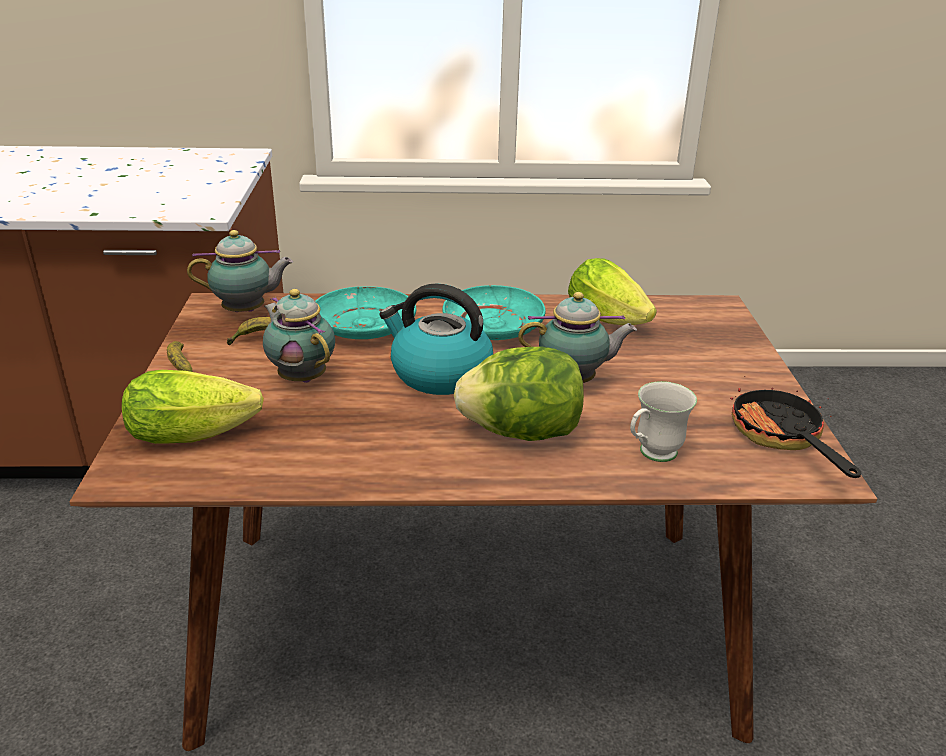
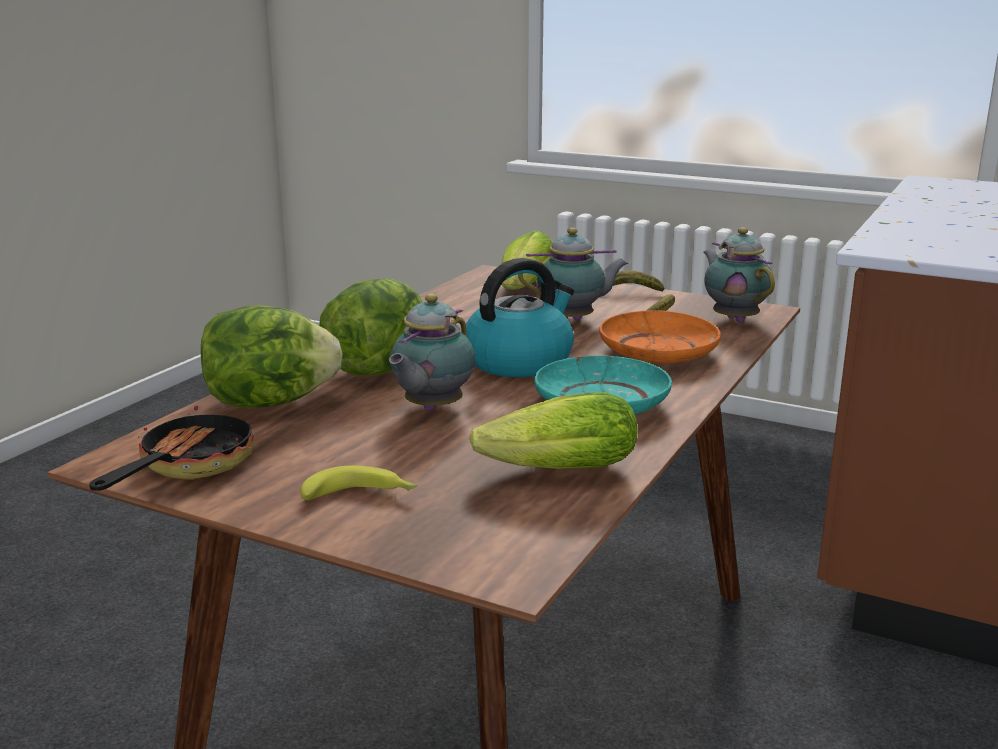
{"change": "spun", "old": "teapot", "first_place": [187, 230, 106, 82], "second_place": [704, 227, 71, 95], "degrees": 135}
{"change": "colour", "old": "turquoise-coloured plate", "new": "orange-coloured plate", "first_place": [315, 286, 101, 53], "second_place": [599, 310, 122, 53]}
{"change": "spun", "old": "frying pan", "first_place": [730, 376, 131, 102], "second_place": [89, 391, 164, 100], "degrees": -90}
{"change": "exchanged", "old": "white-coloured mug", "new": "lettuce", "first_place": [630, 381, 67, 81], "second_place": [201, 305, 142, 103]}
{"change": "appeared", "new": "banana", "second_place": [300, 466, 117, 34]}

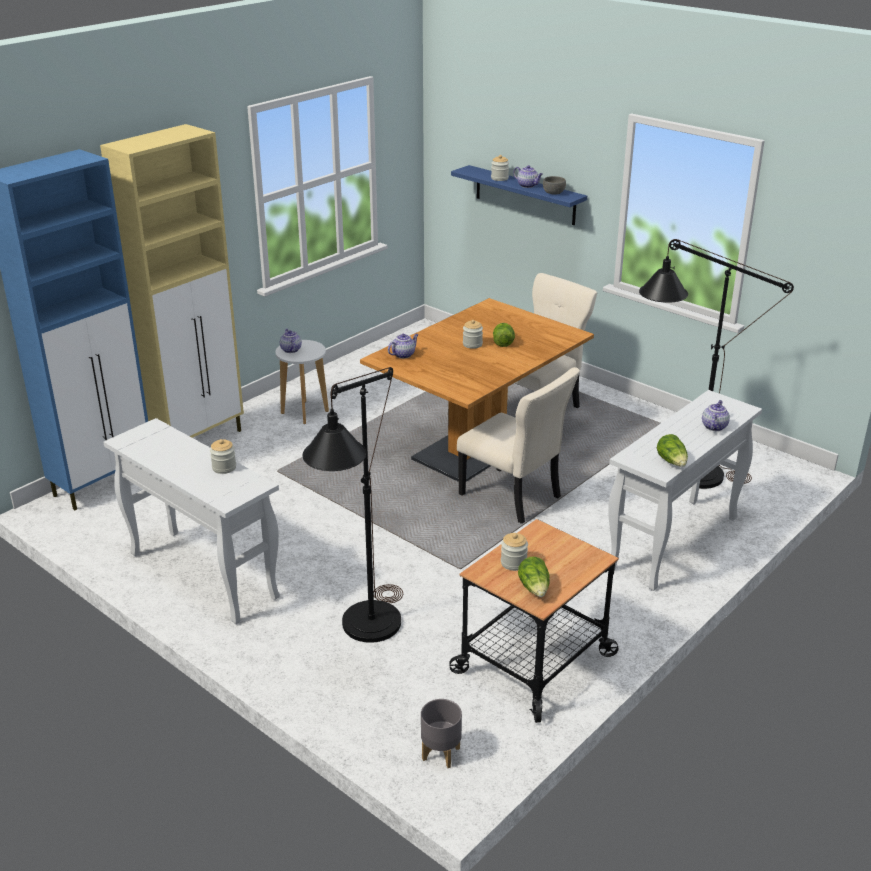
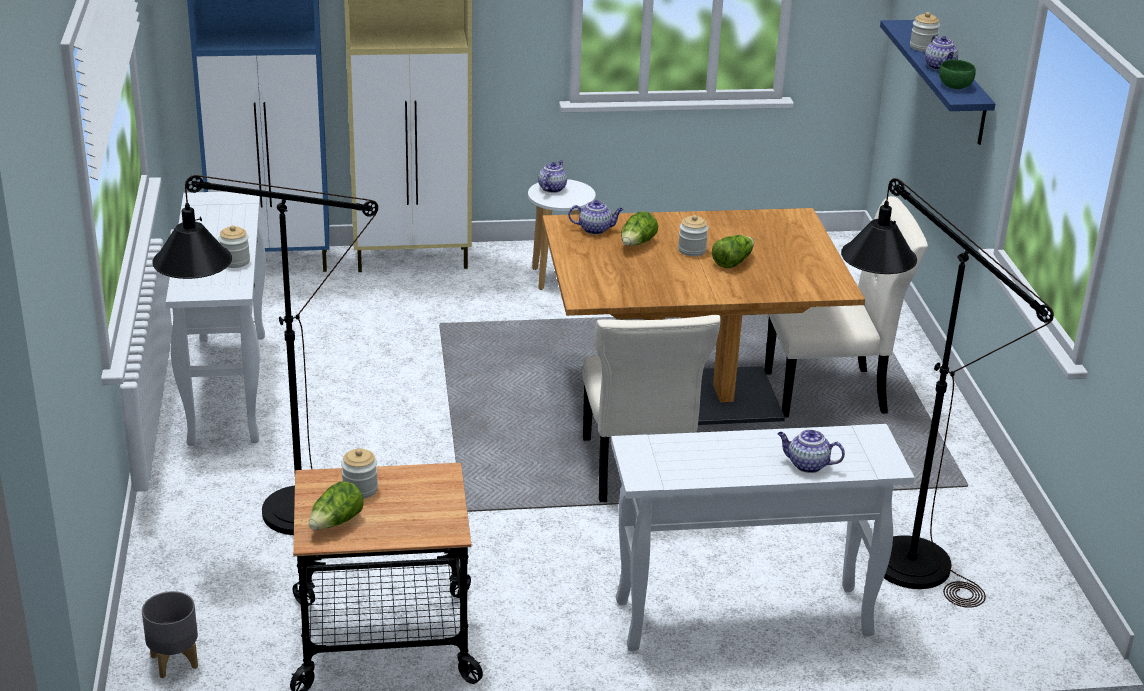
{"change": "colour", "old": "gray serving bowl", "new": "green-coloured serving bowl", "first_place": [543, 176, 23, 18], "second_place": [939, 60, 37, 29]}
{"change": "spun", "old": "teapot", "first_place": [702, 400, 28, 31], "second_place": [777, 430, 68, 43], "degrees": -135}
{"change": "relocated", "old": "lettuce", "first_place": [657, 434, 31, 33], "second_place": [621, 211, 37, 35]}

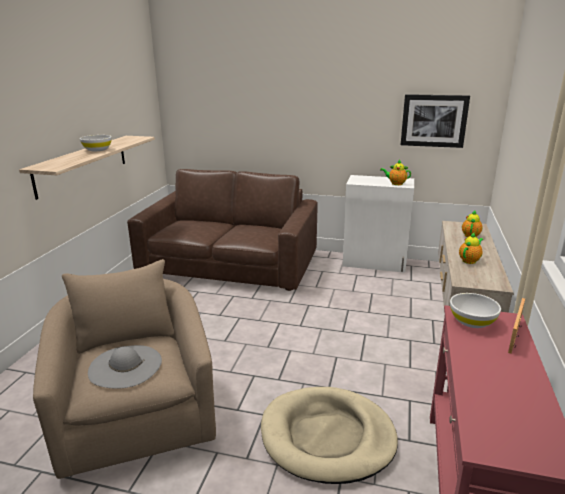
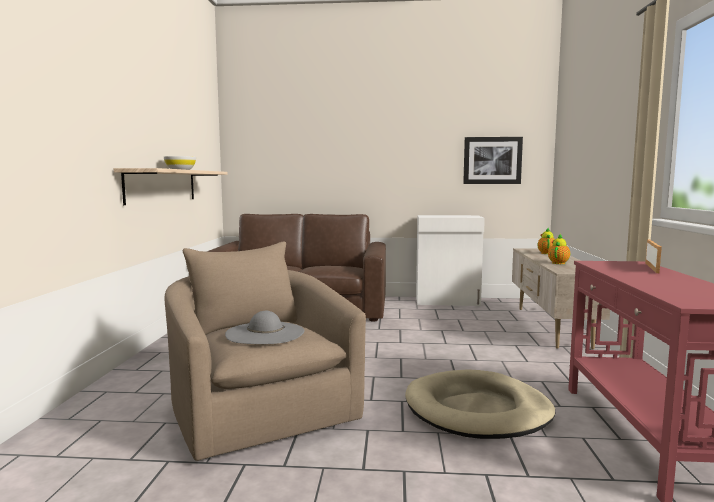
{"change": "missing", "old": "teapot", "first_place": [380, 160, 31, 25]}
{"change": "missing", "old": "white-coloured serving bowl", "first_place": [450, 293, 51, 35]}

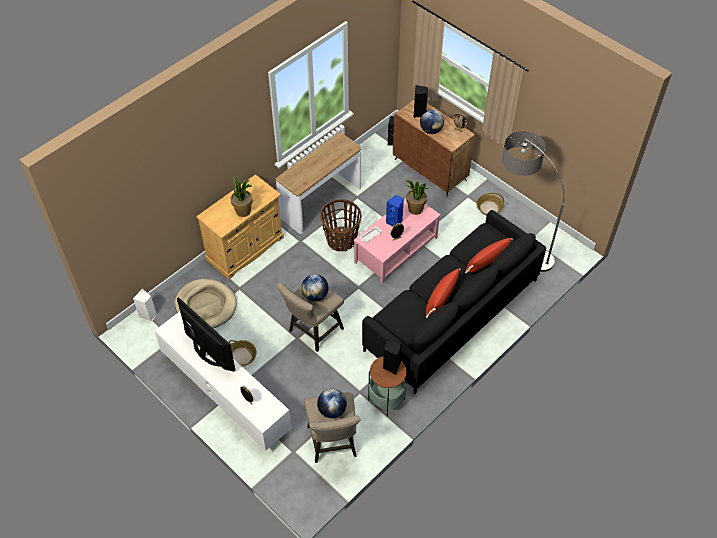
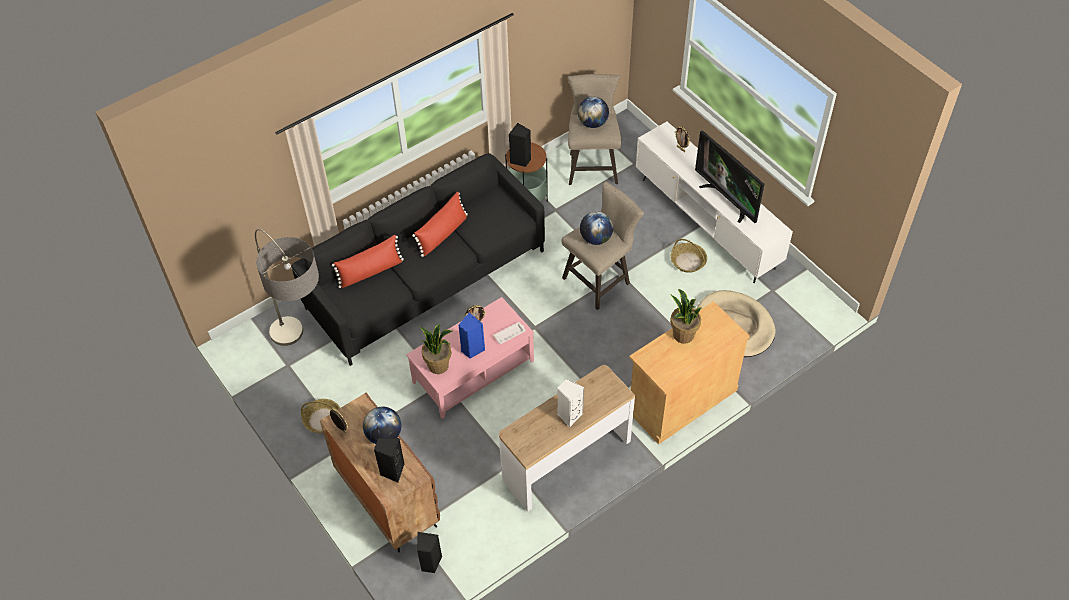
{"change": "missing", "old": "household basket", "first_place": [320, 199, 41, 52]}
{"change": "relocated", "old": "white-coloured loudspeaker", "first_place": [133, 289, 24, 33], "second_place": [558, 379, 26, 48]}

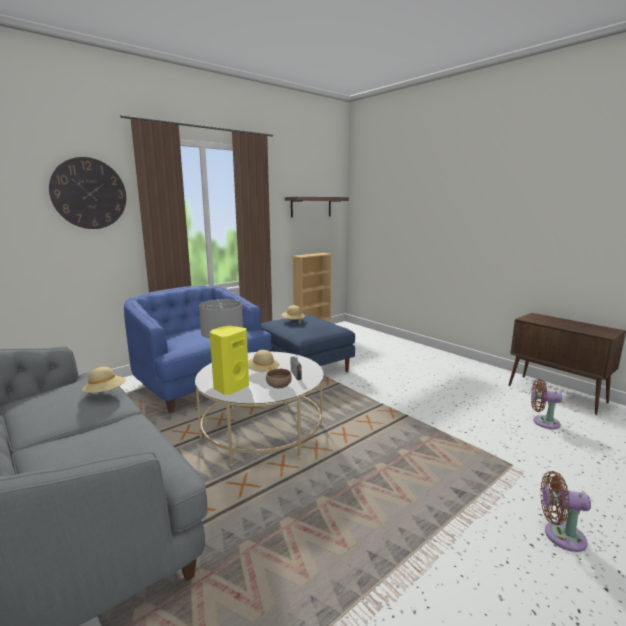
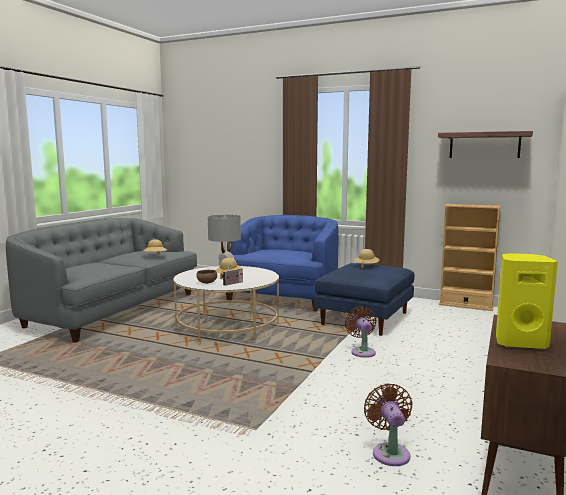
{"change": "missing", "old": "hanging clock", "first_place": [49, 157, 77, 72]}
{"change": "relocated", "old": "yellow-coloured loudspeaker", "first_place": [210, 326, 39, 69], "second_place": [496, 253, 62, 96]}
{"change": "relocated", "old": "brown electric fan", "first_place": [540, 471, 51, 81], "second_place": [345, 306, 31, 52]}

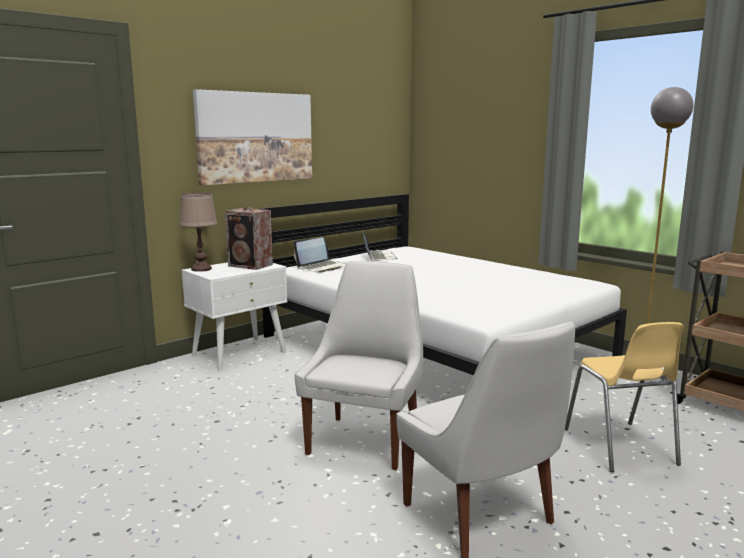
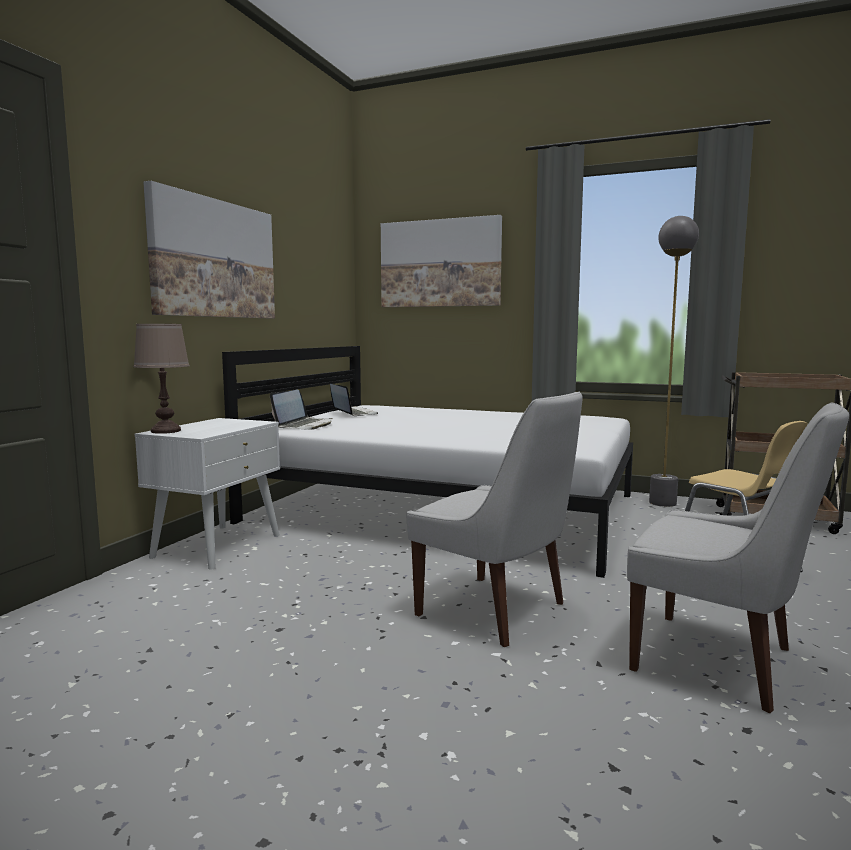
{"change": "missing", "old": "loudspeaker", "first_place": [225, 207, 48, 63]}
{"change": "spun", "old": "white-coloured chair", "first_place": [294, 261, 129, 209], "second_place": [407, 391, 176, 256], "degrees": 135}
{"change": "appeared", "new": "wall picture", "second_place": [381, 215, 121, 92]}

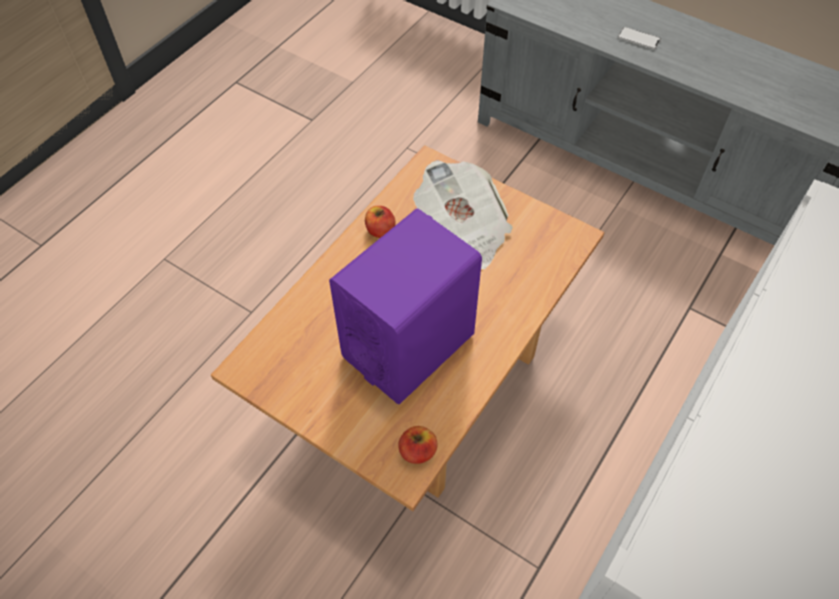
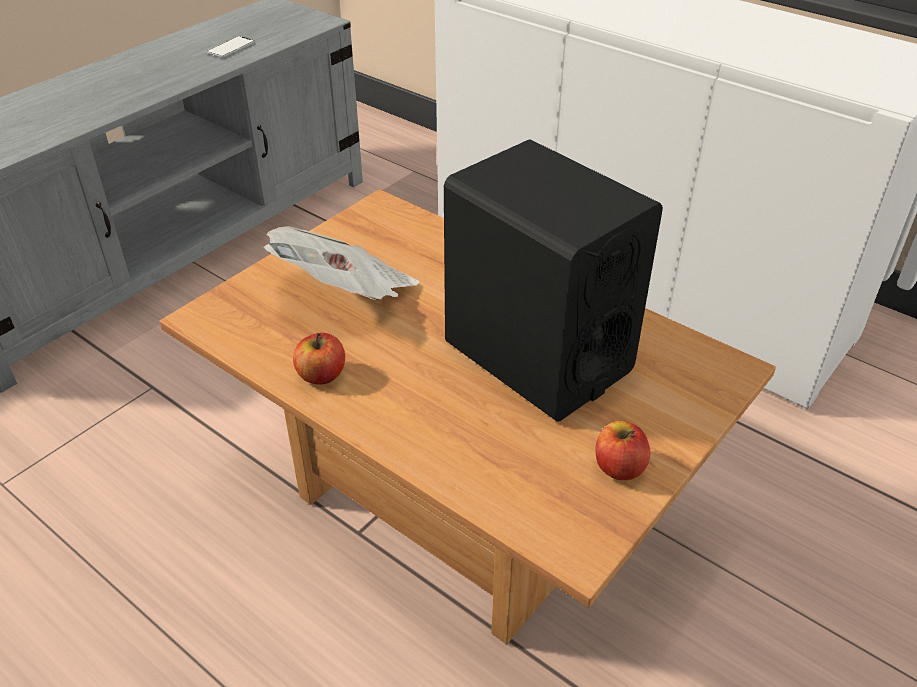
{"change": "relocated", "old": "handset", "first_place": [617, 27, 44, 23], "second_place": [206, 36, 49, 22]}
{"change": "colour", "old": "purple-coloured loudspeaker", "new": "black loudspeaker", "first_place": [329, 209, 153, 195], "second_place": [444, 140, 219, 282]}
{"change": "relocated", "old": "whole apple", "first_place": [398, 426, 39, 38], "second_place": [596, 421, 54, 59]}

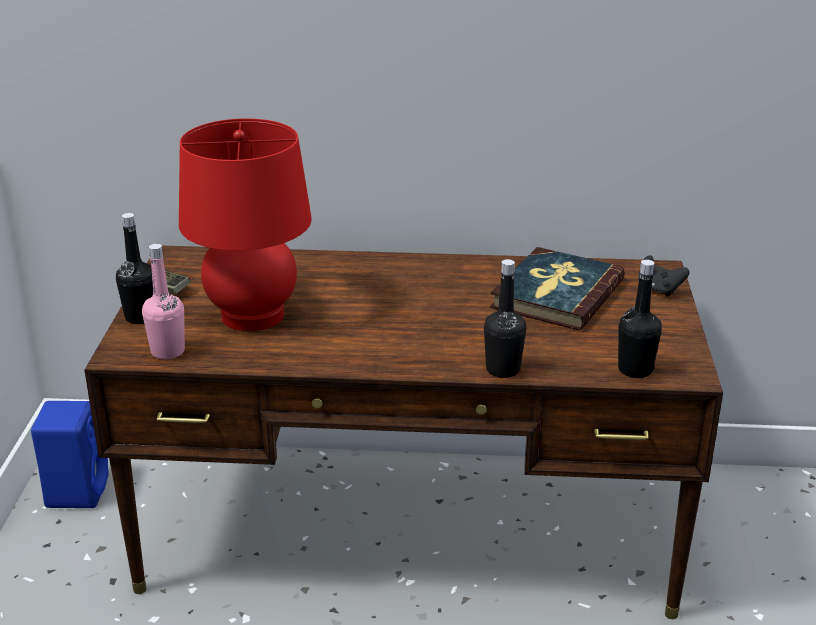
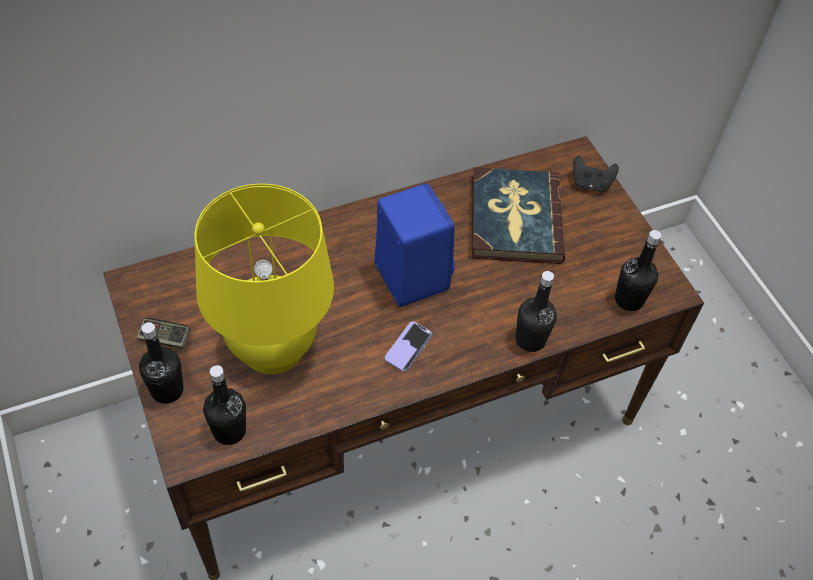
{"change": "colour", "old": "red lamp for a table", "new": "yellow-coloured lamp for a table", "first_place": [179, 118, 133, 213], "second_place": [194, 184, 140, 190]}
{"change": "colour", "old": "pinkish bottle", "new": "black bottle", "first_place": [142, 244, 43, 116], "second_place": [203, 365, 43, 80]}
{"change": "relocated", "old": "blue-coloured loudspeaker", "first_place": [31, 401, 78, 107], "second_place": [375, 183, 80, 124]}
{"change": "appeared", "new": "handset", "second_place": [385, 321, 47, 51]}

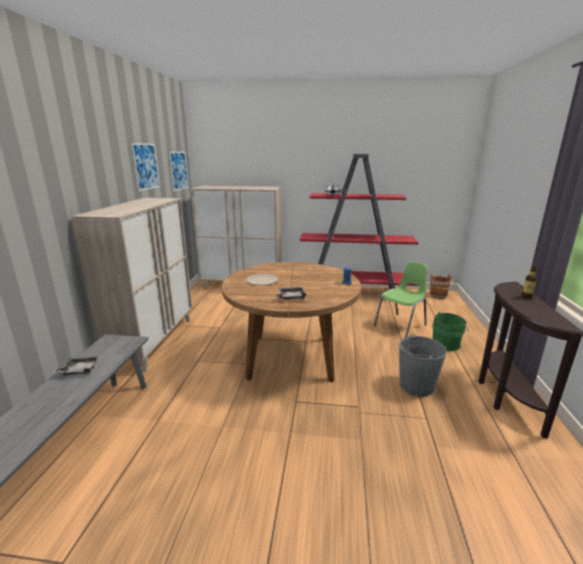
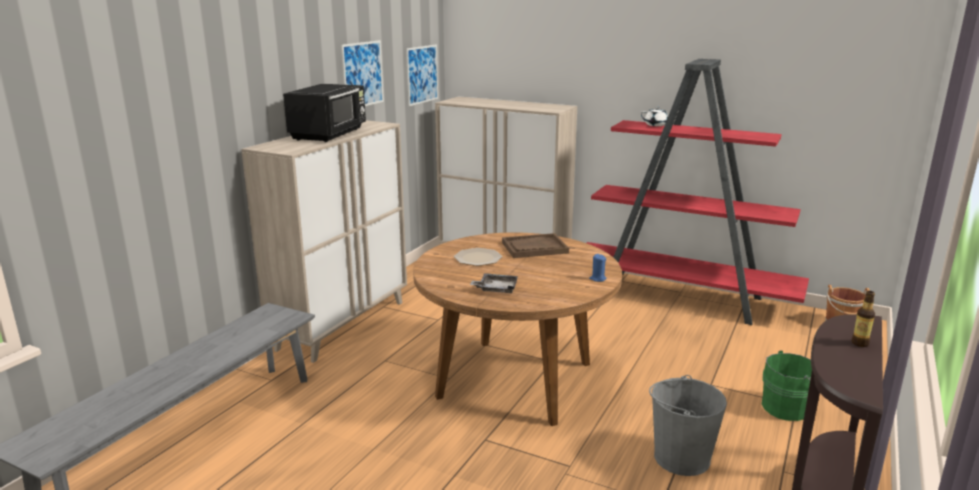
{"change": "missing", "old": "green-coloured chair", "first_place": [374, 262, 54, 75]}
{"change": "missing", "old": "gray serving tray", "first_place": [52, 357, 46, 19]}
{"change": "appeared", "new": "black microwave oven", "second_place": [283, 84, 83, 58]}
{"change": "appeared", "new": "brown serving tray", "second_place": [502, 233, 67, 25]}

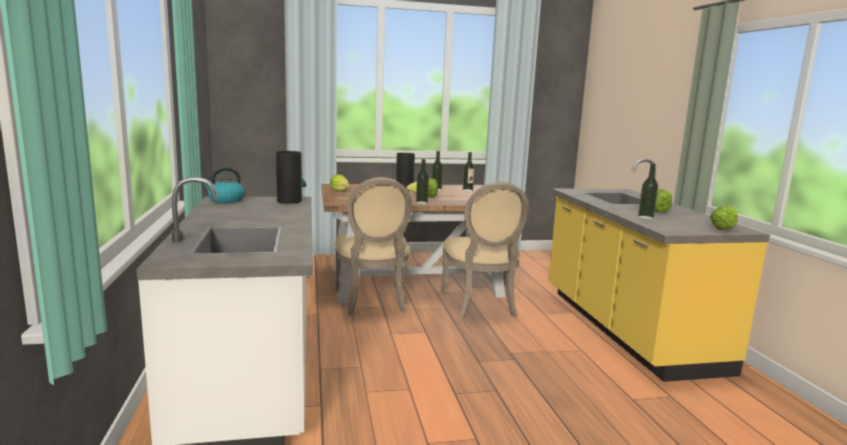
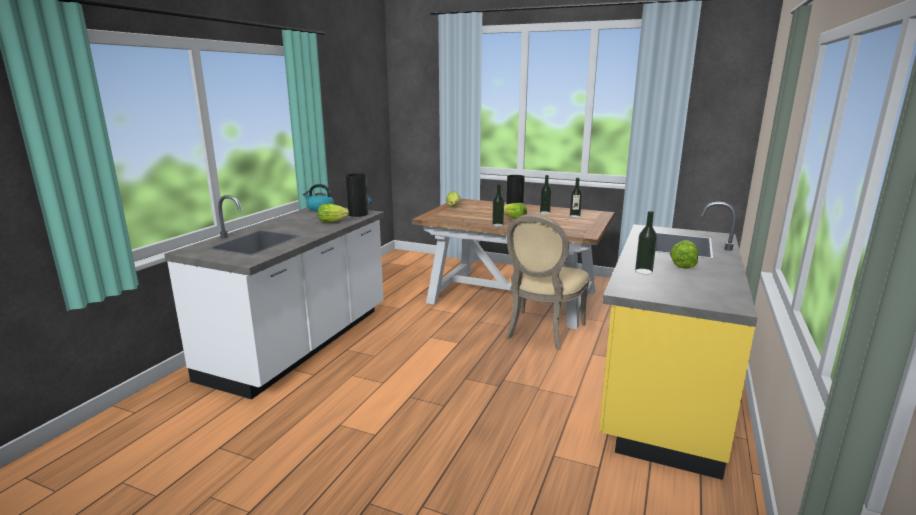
{"change": "missing", "old": "beige chair", "first_place": [334, 177, 78, 138]}
{"change": "relocated", "old": "lettuce", "first_place": [710, 205, 28, 25], "second_place": [318, 204, 31, 19]}

